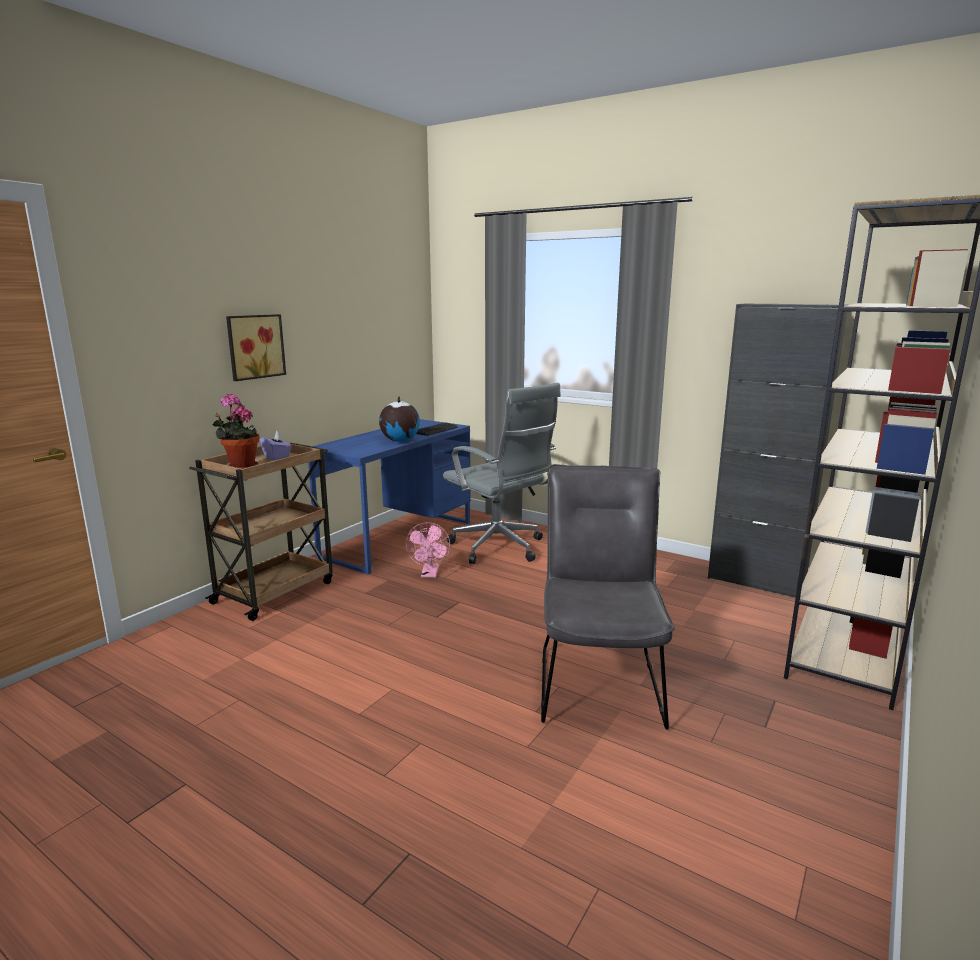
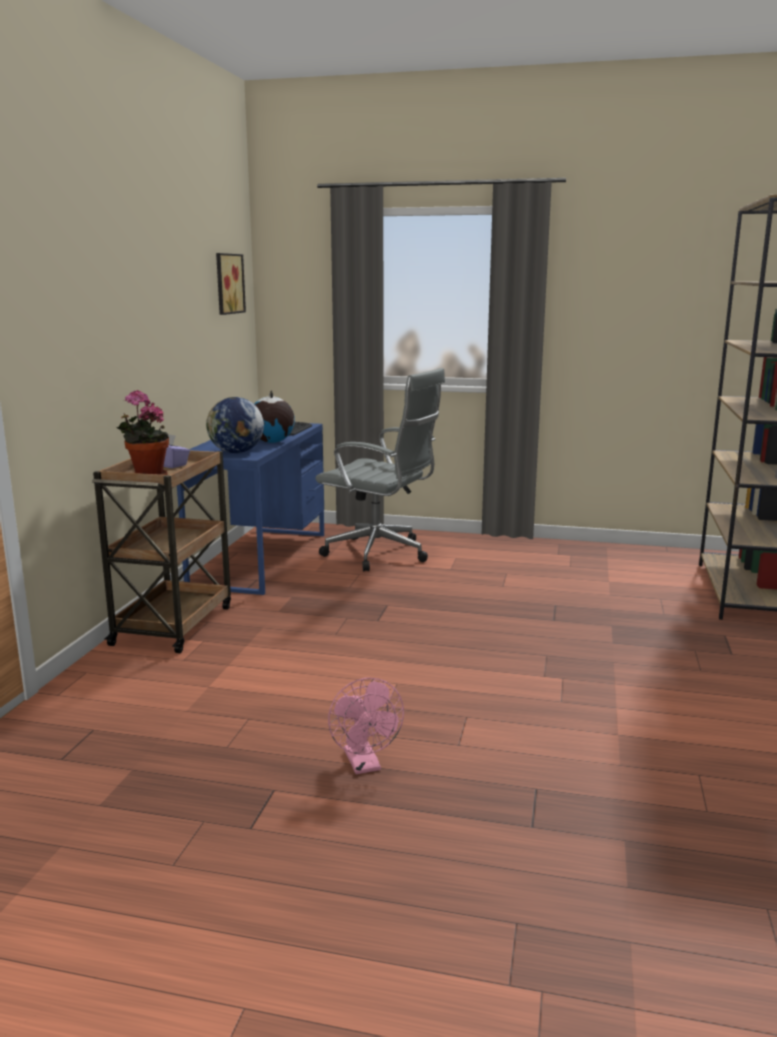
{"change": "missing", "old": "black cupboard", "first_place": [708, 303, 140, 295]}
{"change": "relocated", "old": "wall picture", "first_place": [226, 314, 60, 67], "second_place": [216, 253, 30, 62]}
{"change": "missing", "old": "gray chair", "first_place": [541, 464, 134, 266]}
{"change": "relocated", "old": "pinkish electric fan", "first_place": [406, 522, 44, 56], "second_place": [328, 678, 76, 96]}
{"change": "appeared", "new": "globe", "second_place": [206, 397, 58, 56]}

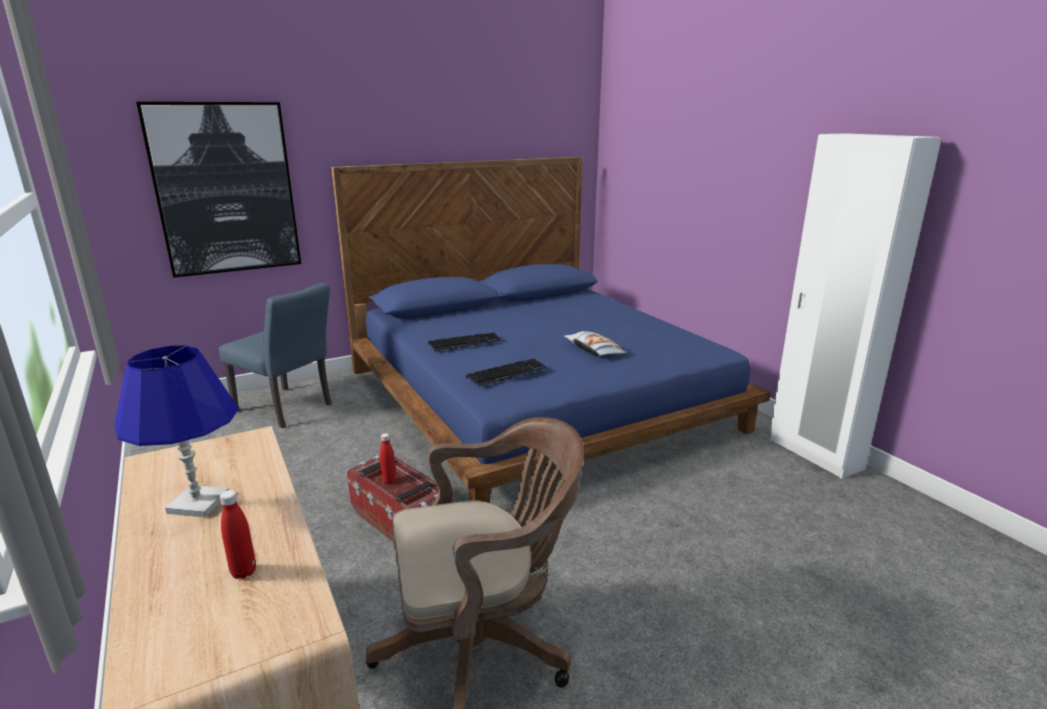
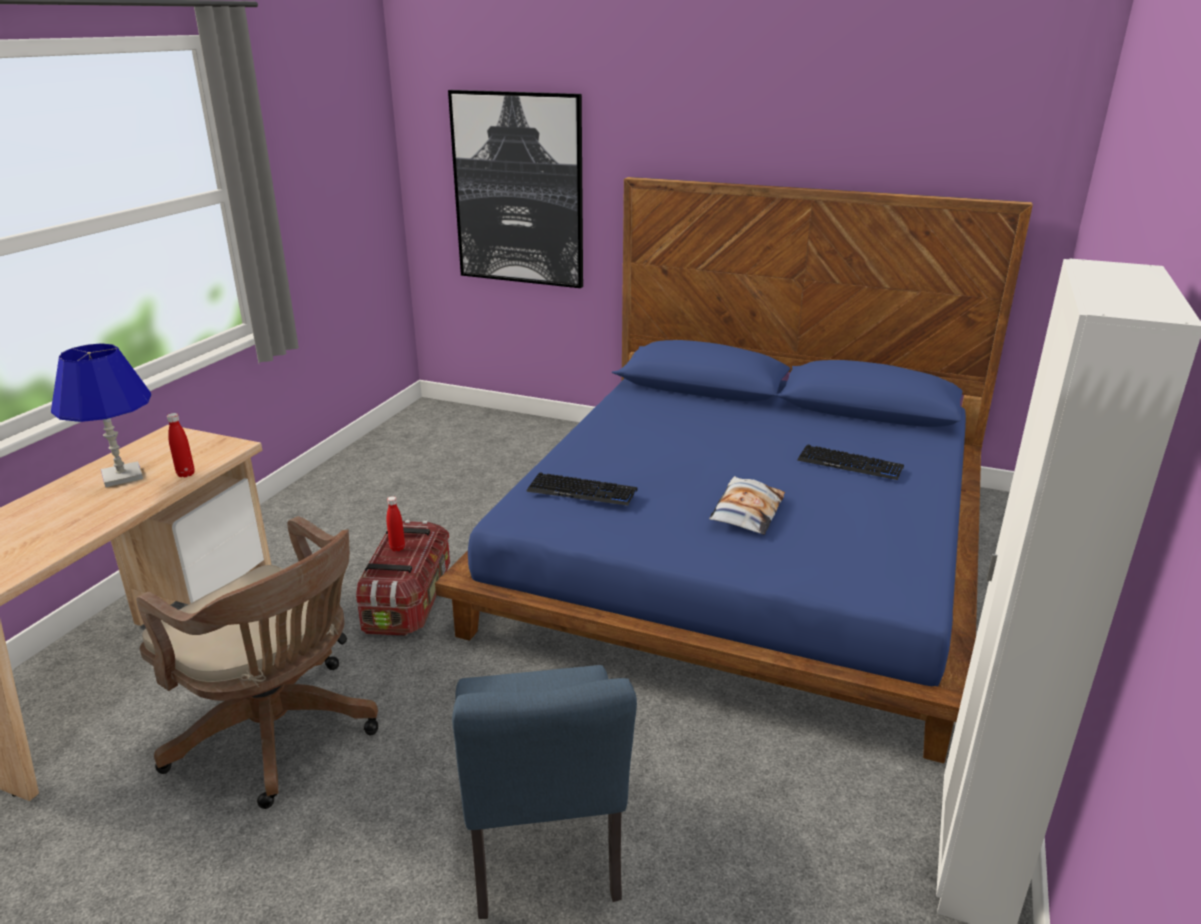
{"change": "relocated", "old": "blue-coloured chair", "first_place": [219, 283, 113, 145], "second_place": [452, 665, 185, 254]}
{"change": "relocated", "old": "keyboard", "first_place": [428, 332, 74, 19], "second_place": [797, 445, 107, 35]}
{"change": "relocated", "old": "red bottle", "first_place": [220, 490, 36, 89], "second_place": [167, 413, 28, 64]}

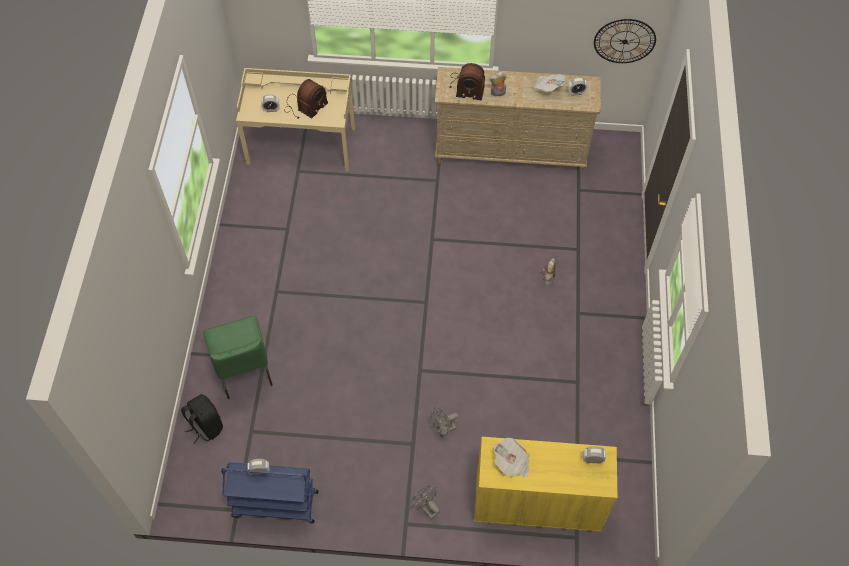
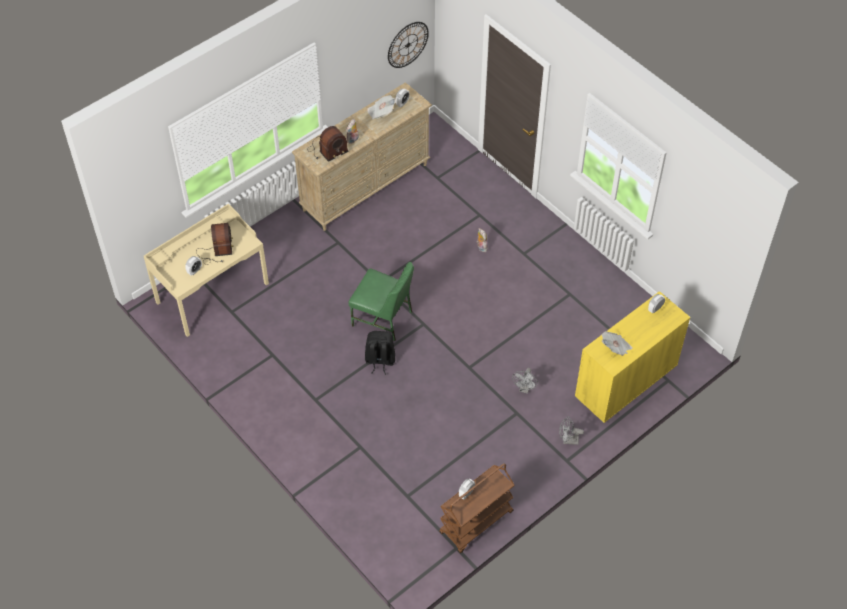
{"change": "relocated", "old": "green-coloured chair", "first_place": [203, 315, 70, 84], "second_place": [348, 262, 66, 79]}
{"change": "relocated", "old": "black backpack", "first_place": [181, 394, 42, 50], "second_place": [365, 331, 30, 44]}
{"change": "colour", "old": "blue-coloured cart", "new": "brown cart", "first_place": [221, 462, 98, 61], "second_place": [439, 463, 75, 90]}

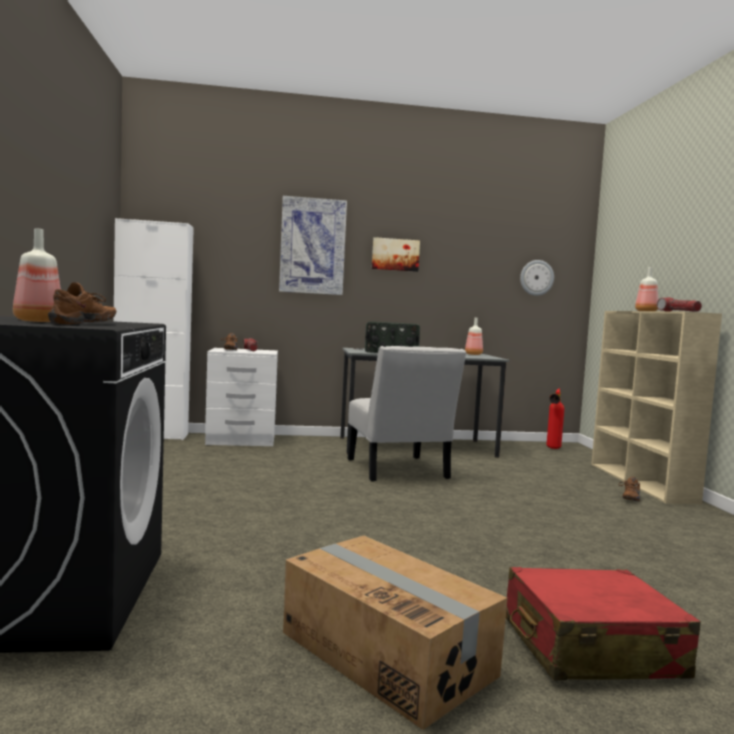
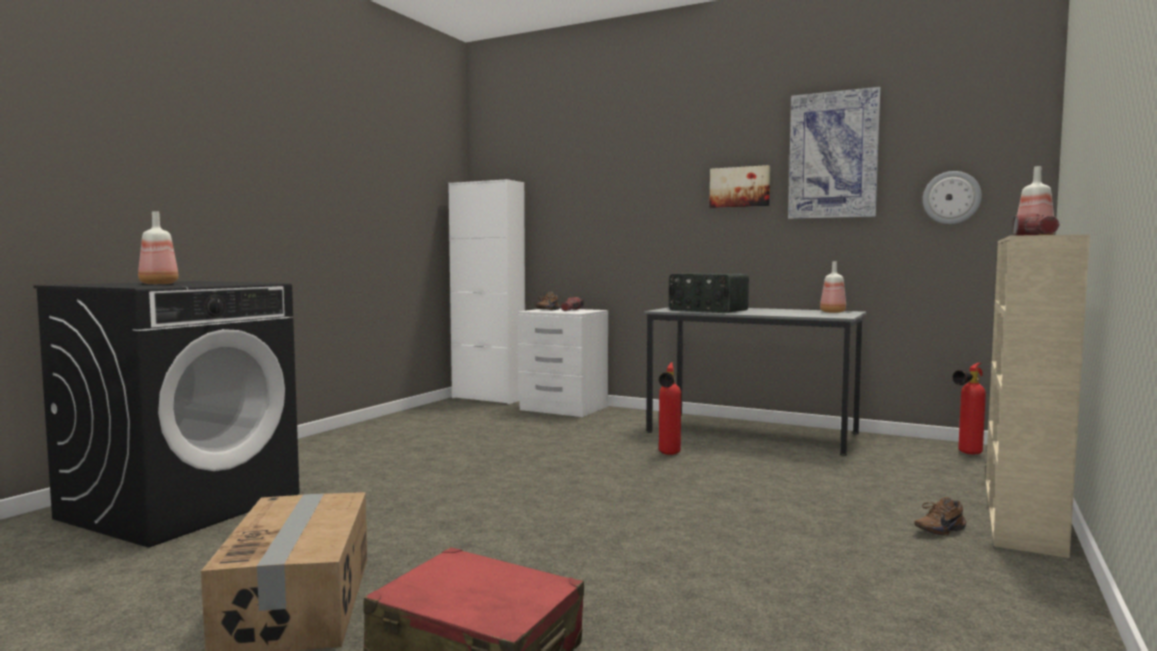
{"change": "relocated", "old": "wall picture", "first_place": [279, 196, 68, 99], "second_place": [788, 87, 93, 132]}
{"change": "missing", "old": "brown item of footwear", "first_place": [48, 282, 68, 42]}
{"change": "exchanged", "old": "white-coloured chair", "new": "extinguisher", "first_place": [347, 346, 120, 136], "second_place": [659, 362, 22, 93]}

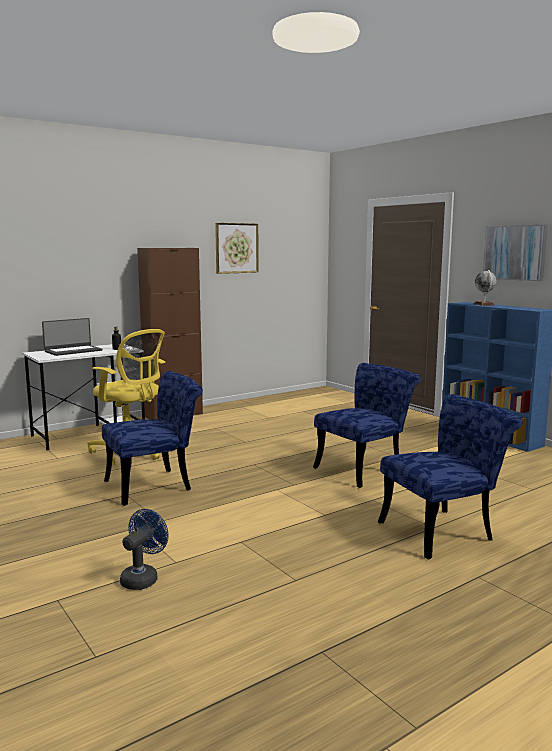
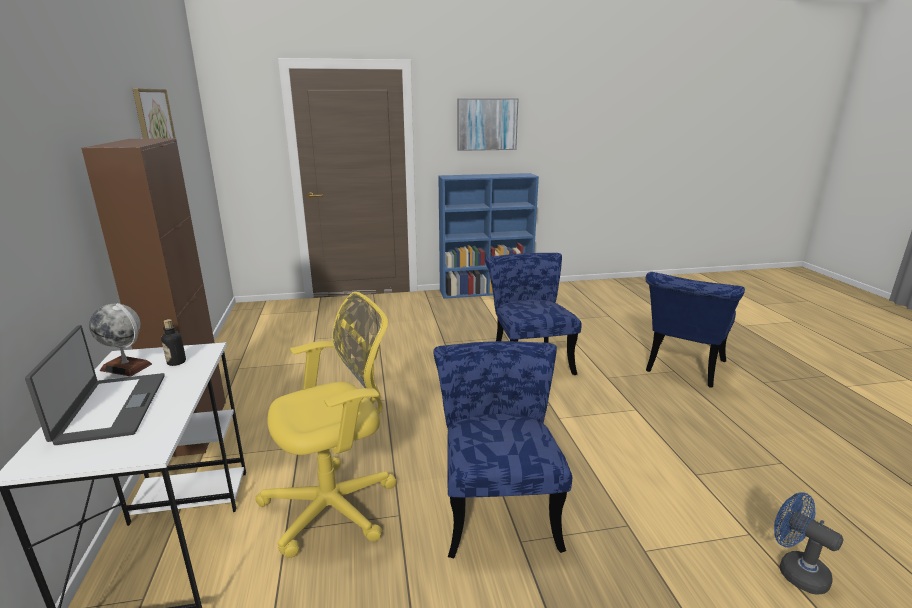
{"change": "relocated", "old": "globe", "first_place": [474, 270, 23, 36], "second_place": [89, 303, 63, 73]}
{"change": "spun", "old": "blue-coloured chair", "first_place": [378, 394, 144, 165], "second_place": [645, 272, 100, 116], "degrees": -150}

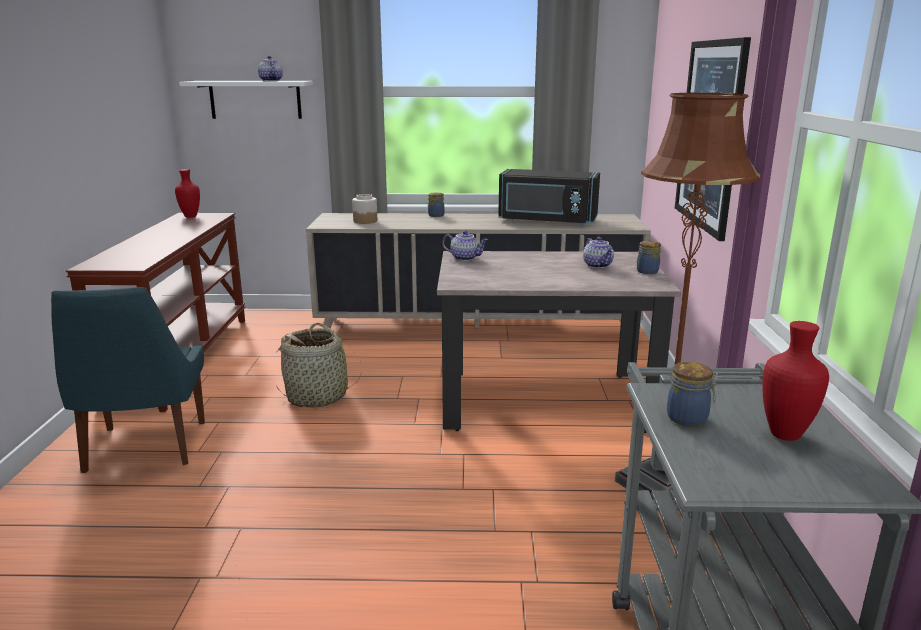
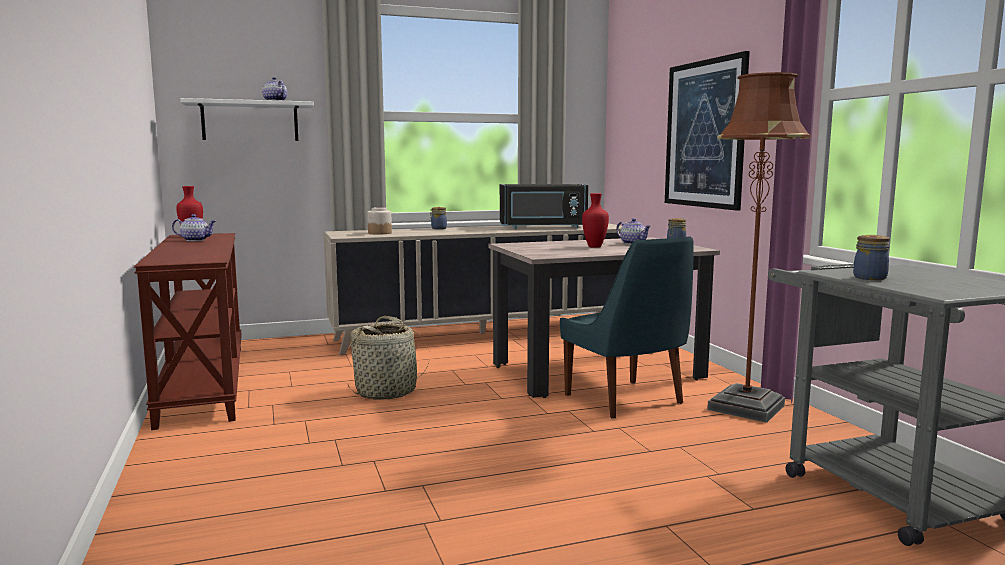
{"change": "relocated", "old": "teapot", "first_place": [442, 230, 46, 31], "second_place": [172, 214, 44, 27]}
{"change": "relocated", "old": "blue-coloured chair", "first_place": [51, 287, 154, 186], "second_place": [560, 236, 133, 183]}
{"change": "relocated", "old": "red decorative vase", "first_place": [762, 321, 67, 120], "second_place": [582, 193, 27, 55]}

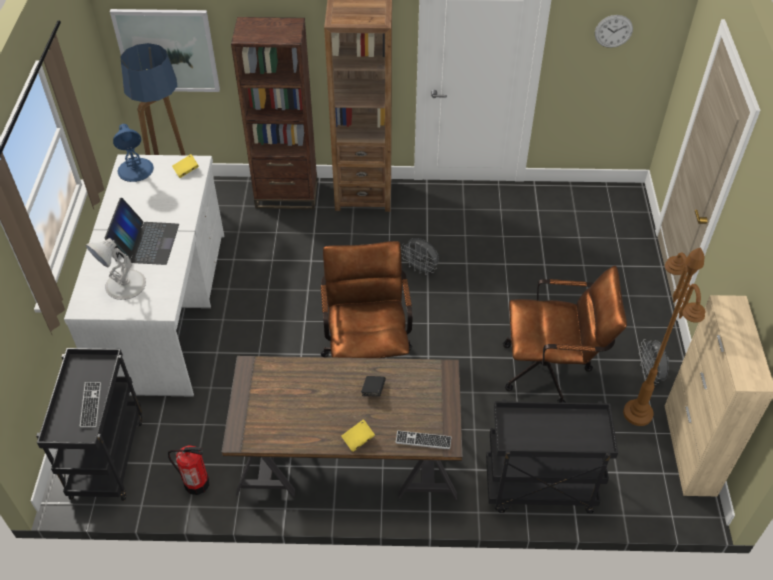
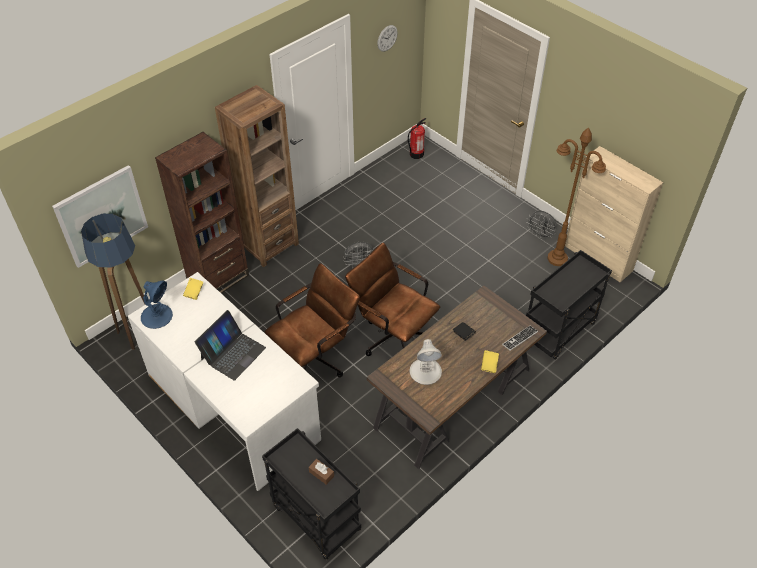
{"change": "spun", "old": "laptop", "first_place": [105, 198, 74, 67], "second_place": [195, 310, 71, 71], "degrees": 75}
{"change": "relocated", "old": "white-coloured lamp for a table", "first_place": [86, 238, 60, 62], "second_place": [410, 339, 32, 46]}
{"change": "relocated", "old": "brown computer chair", "first_place": [503, 266, 124, 137], "second_place": [264, 263, 96, 115]}
{"change": "exchanged", "old": "keyboard", "new": "brown box of tissues", "first_place": [80, 382, 21, 45], "second_place": [309, 459, 25, 26]}
{"change": "relocated", "old": "extinguisher", "first_place": [168, 445, 41, 50], "second_place": [408, 118, 18, 41]}

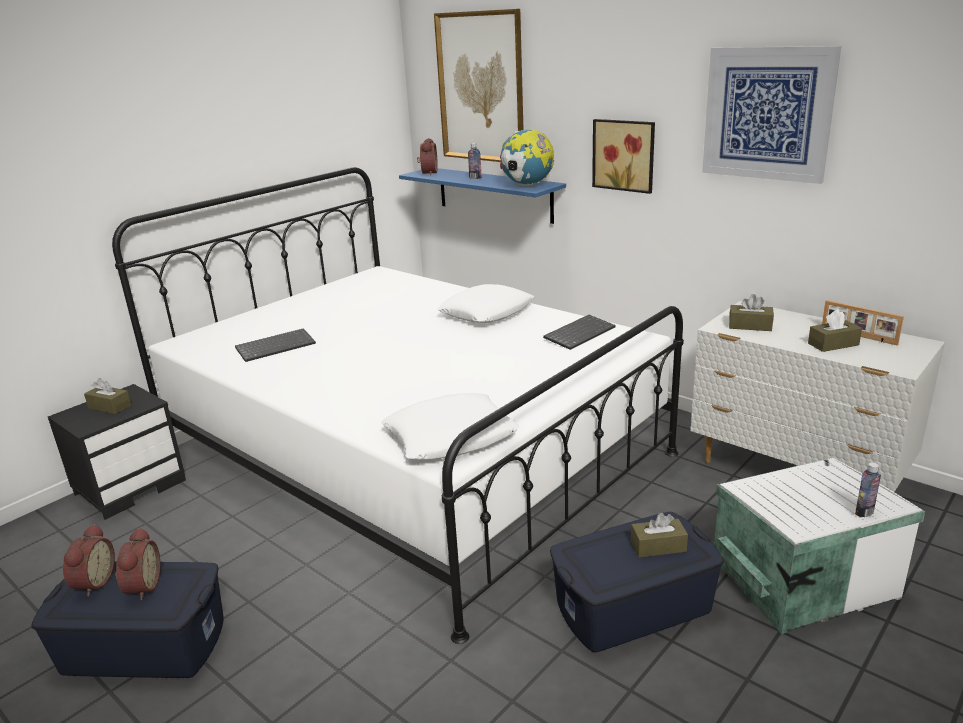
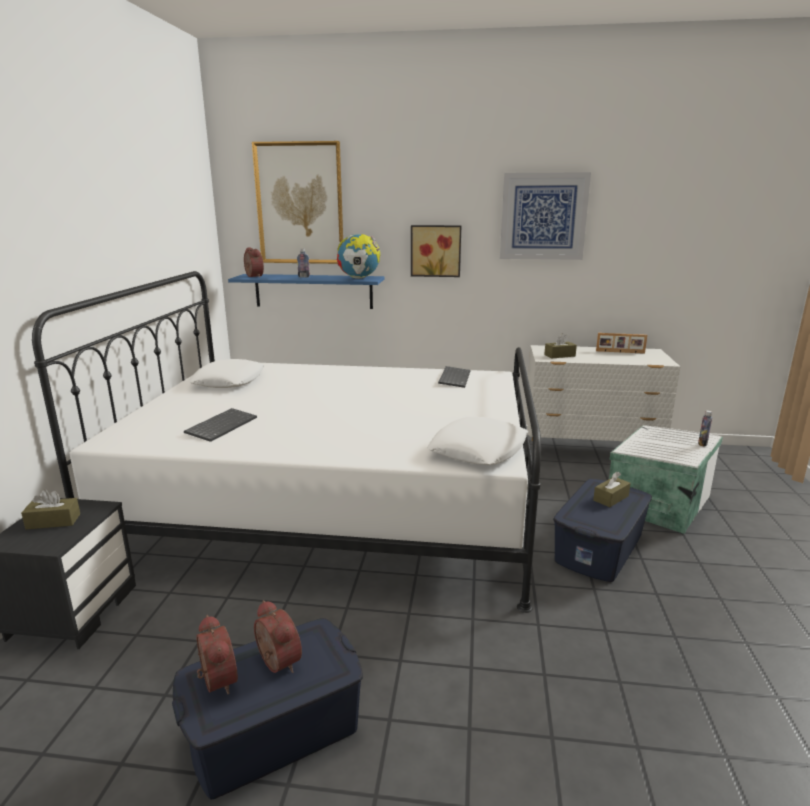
{"change": "relocated", "old": "white-coloured pillow", "first_place": [437, 284, 97, 39], "second_place": [189, 359, 75, 29]}
{"change": "missing", "old": "brown box of tissues", "first_place": [808, 309, 54, 43]}

